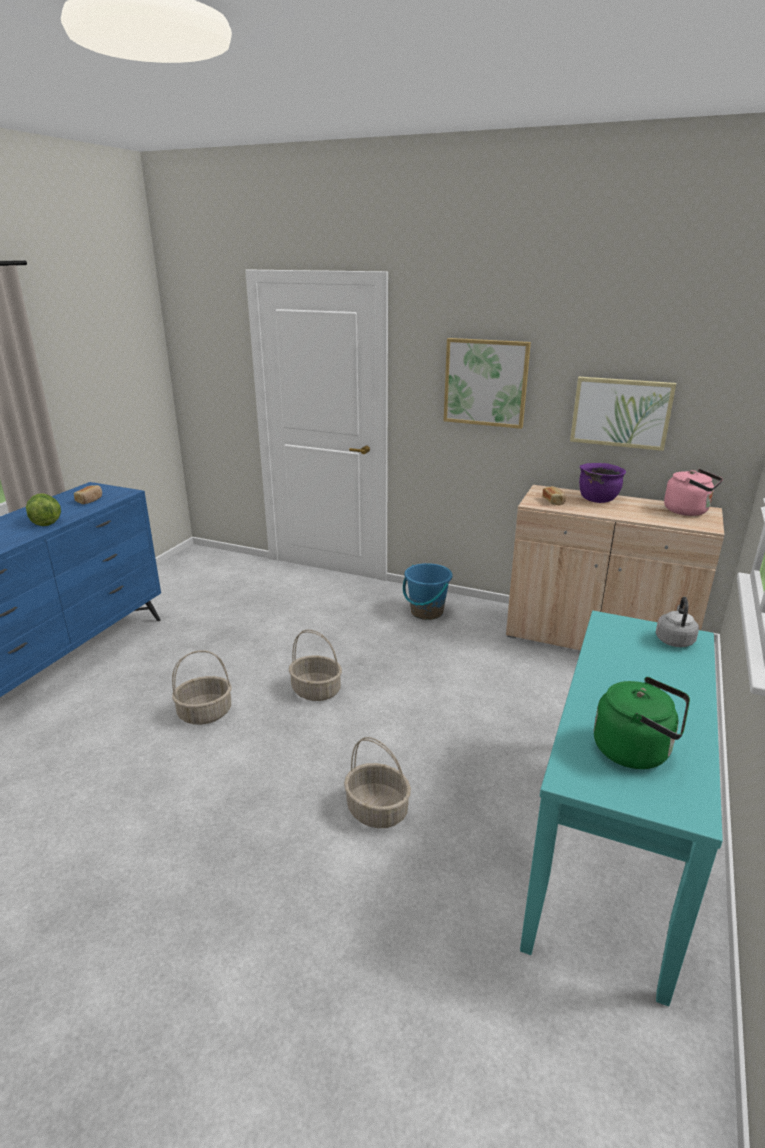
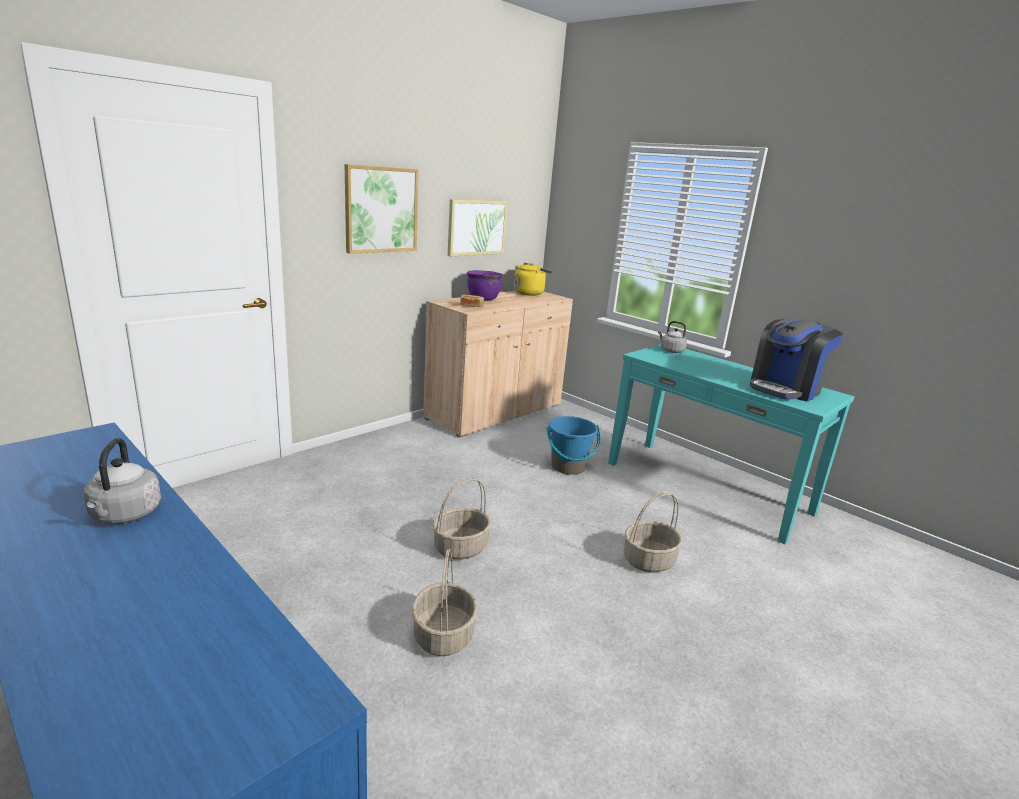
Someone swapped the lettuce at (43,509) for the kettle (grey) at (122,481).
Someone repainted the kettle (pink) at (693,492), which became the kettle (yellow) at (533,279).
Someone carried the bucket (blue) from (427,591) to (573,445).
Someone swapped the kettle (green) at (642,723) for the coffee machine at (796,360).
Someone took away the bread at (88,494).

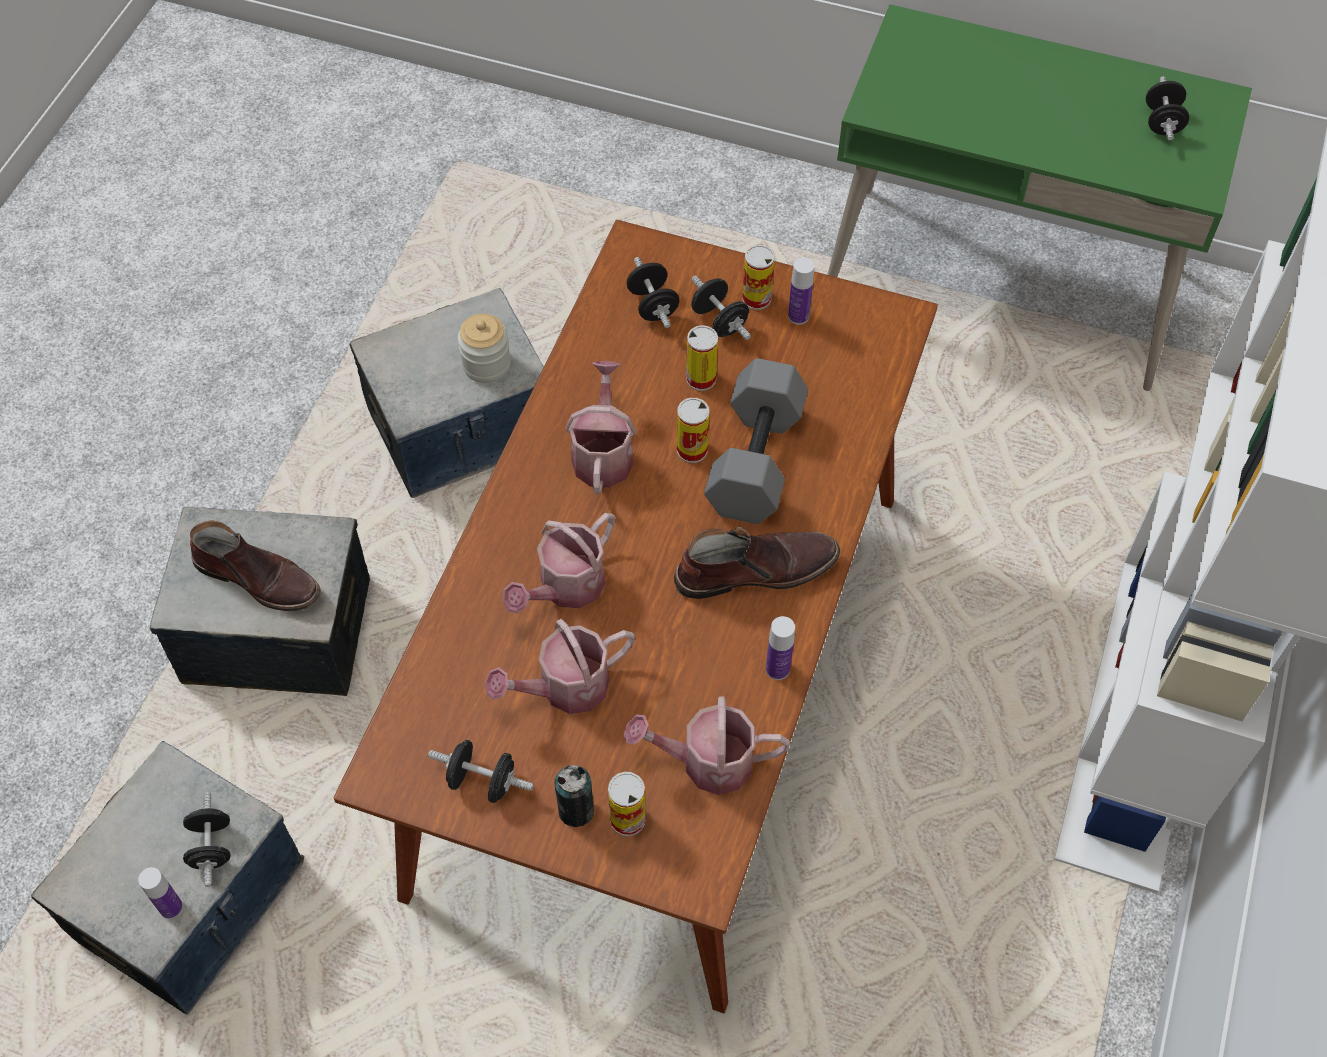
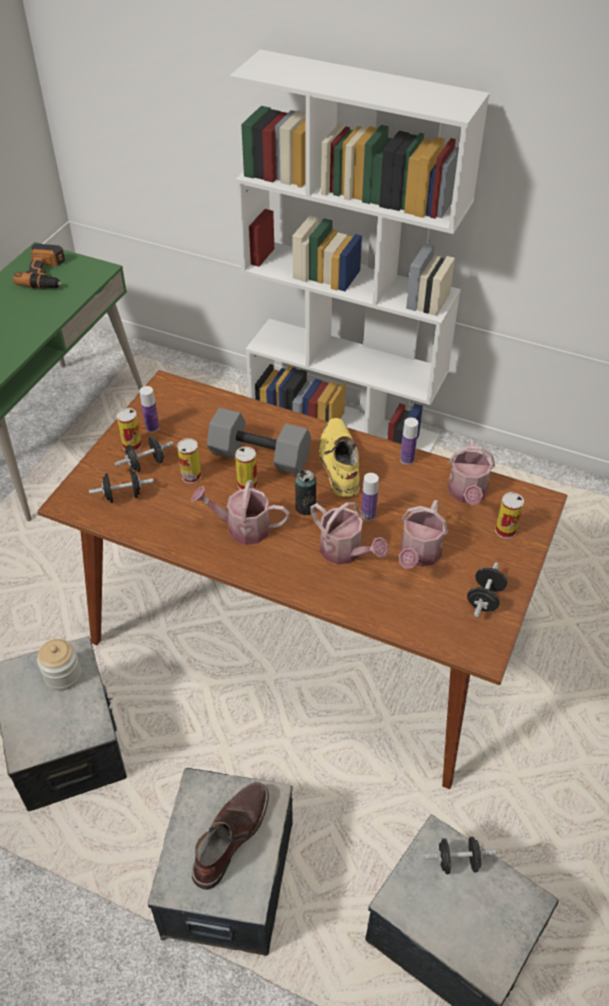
Someone swapped the dumbbell (black) at (1167,108) for the power drill at (39,266).
Someone carried the can from (574,796) to (305,492).
Someone repainted the boot (brown) at (757,563), which became the boot (yellow) at (339,457).
Someone carried the bottle from (160,893) to (370,497).
Someone rotated the watering can at (560,666) by 45 degrees clockwise.

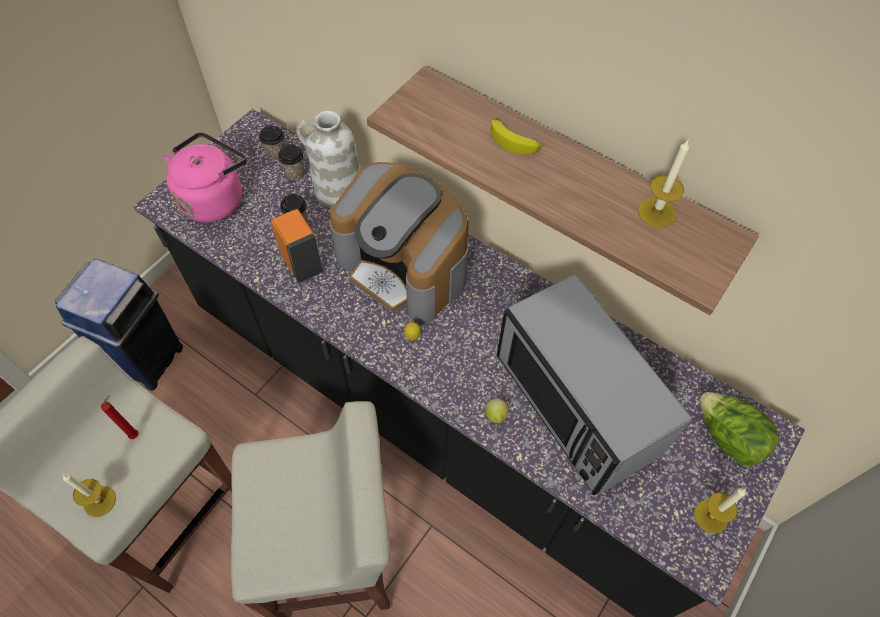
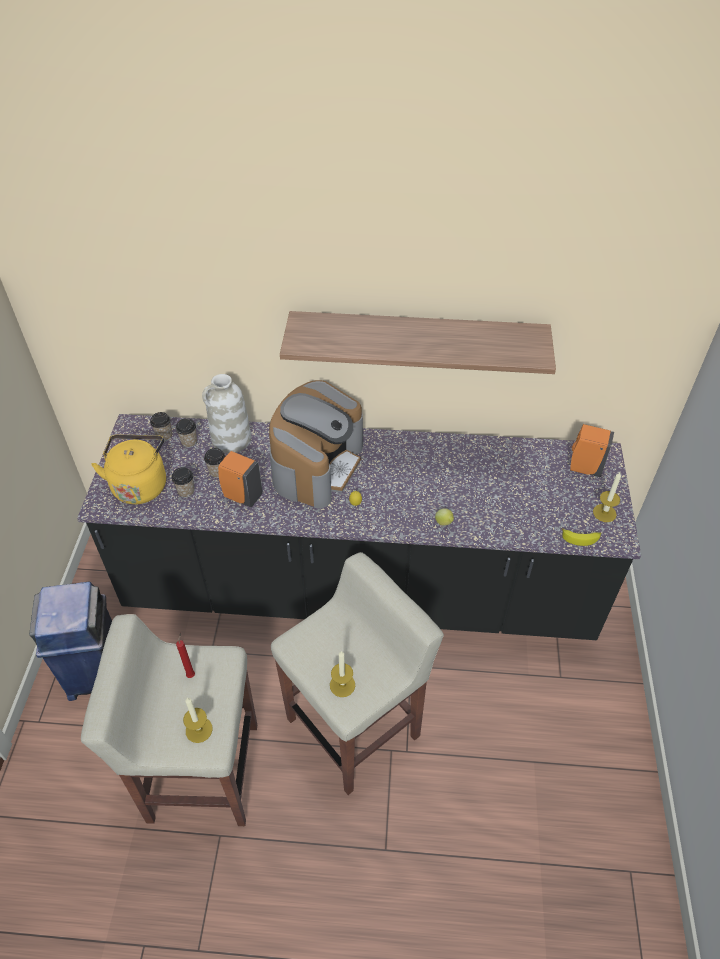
Someone repainted the kettle (pink) at (205,177), which became the kettle (yellow) at (128,469).
Someone put down the cup at (182,482).
Someone rotated the coffee machine at (399,243) by 75 degrees counterclockwise.
Someone carried the candle from (663,184) to (342,674).
Someone carried the banana from (516,136) to (581,537).
Someone swapped the lettuce at (739,429) for the soap dispenser (orange) at (592,450).
Someone took away the microwave at (594,384).

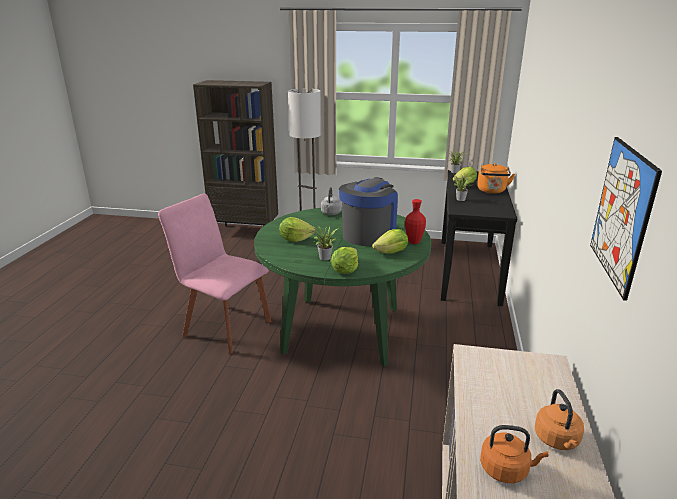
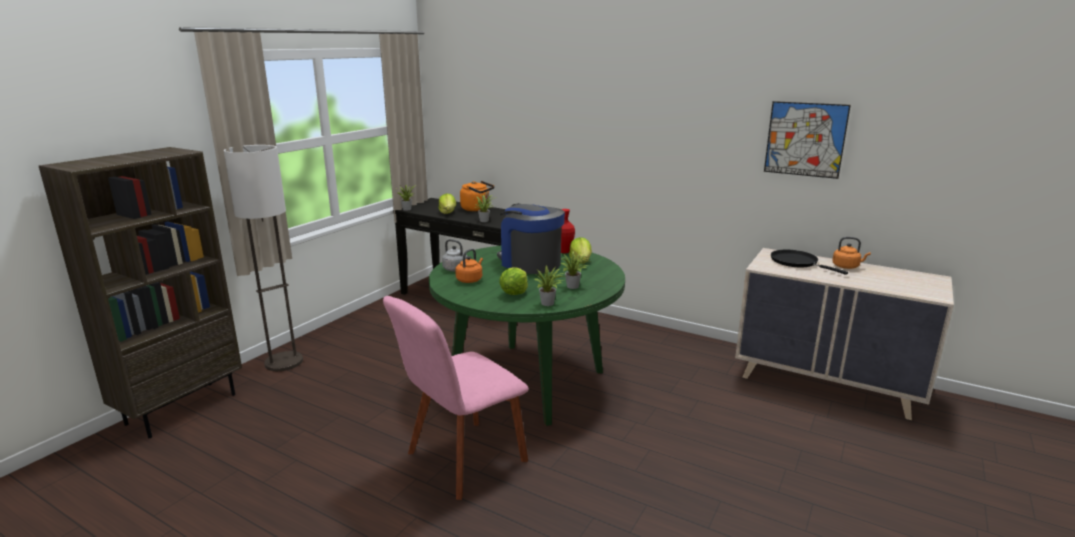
Someone carried the kettle (orange) from (514,454) to (469,266).
Someone put down the potted plant at (549,285).
Someone put down the frying pan (black) at (809,262).
Someone took away the lettuce at (344,260).

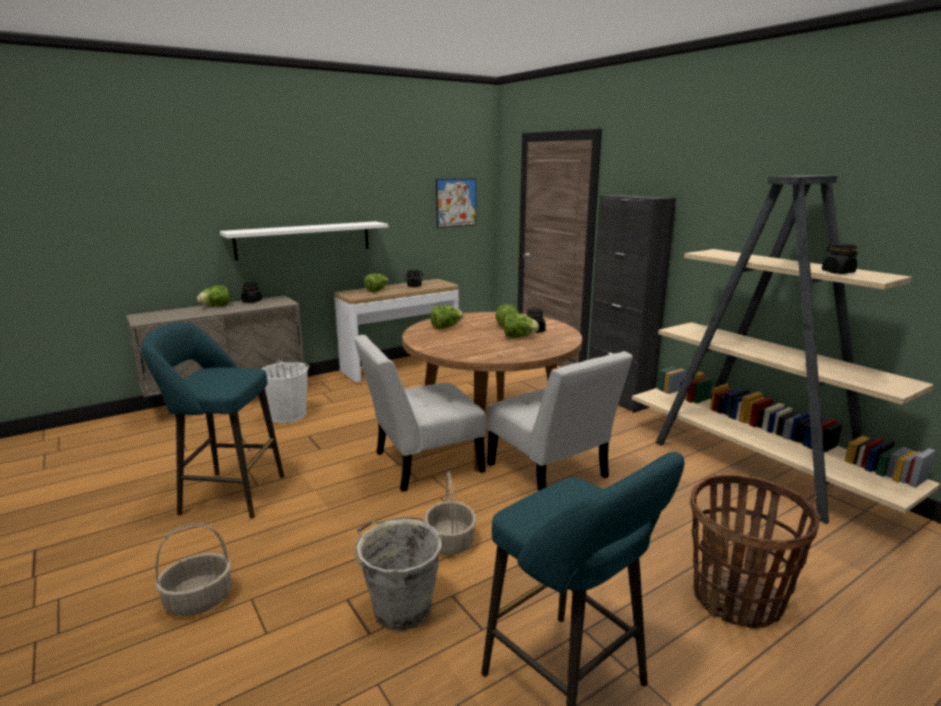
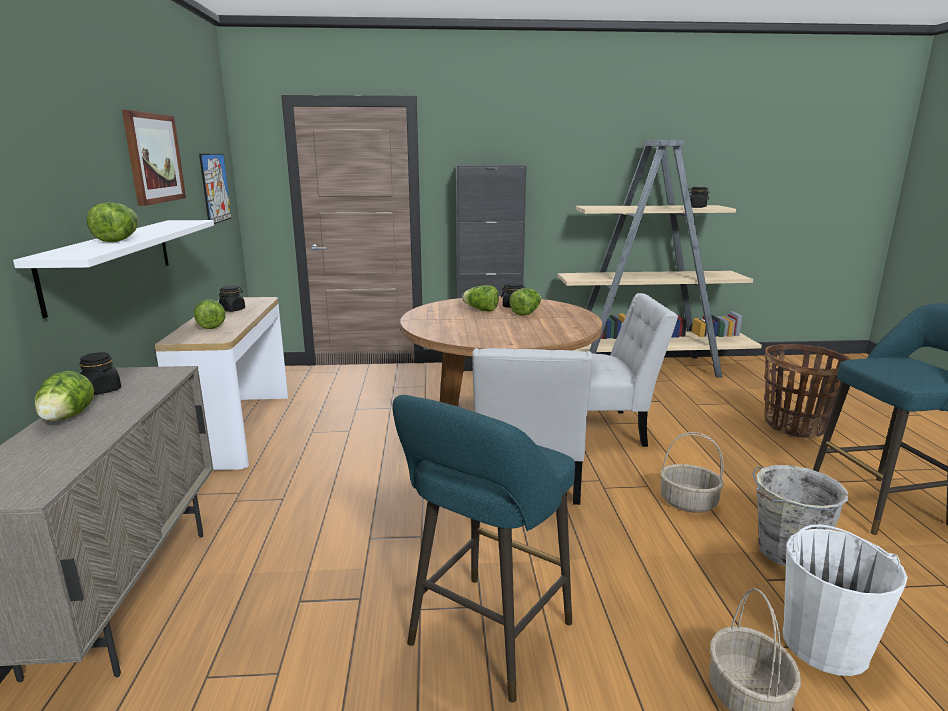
Someone carried the lettuce from (446,317) to (112,222).
Someone put up the picture at (154,158).
Someone carried the bucket (white) from (285,392) to (845,600).

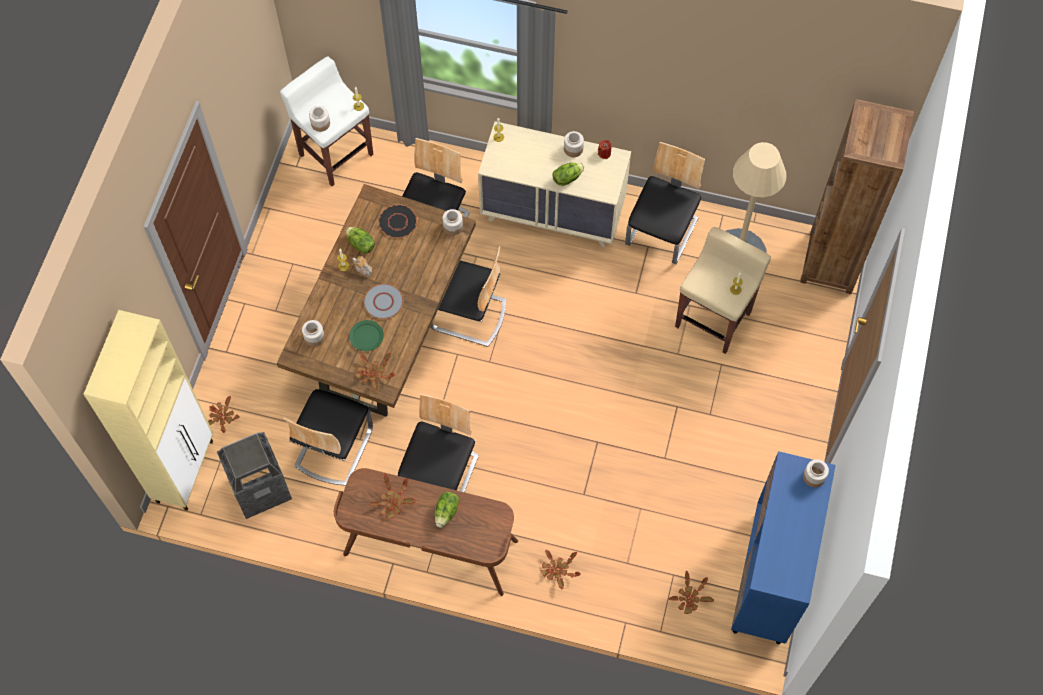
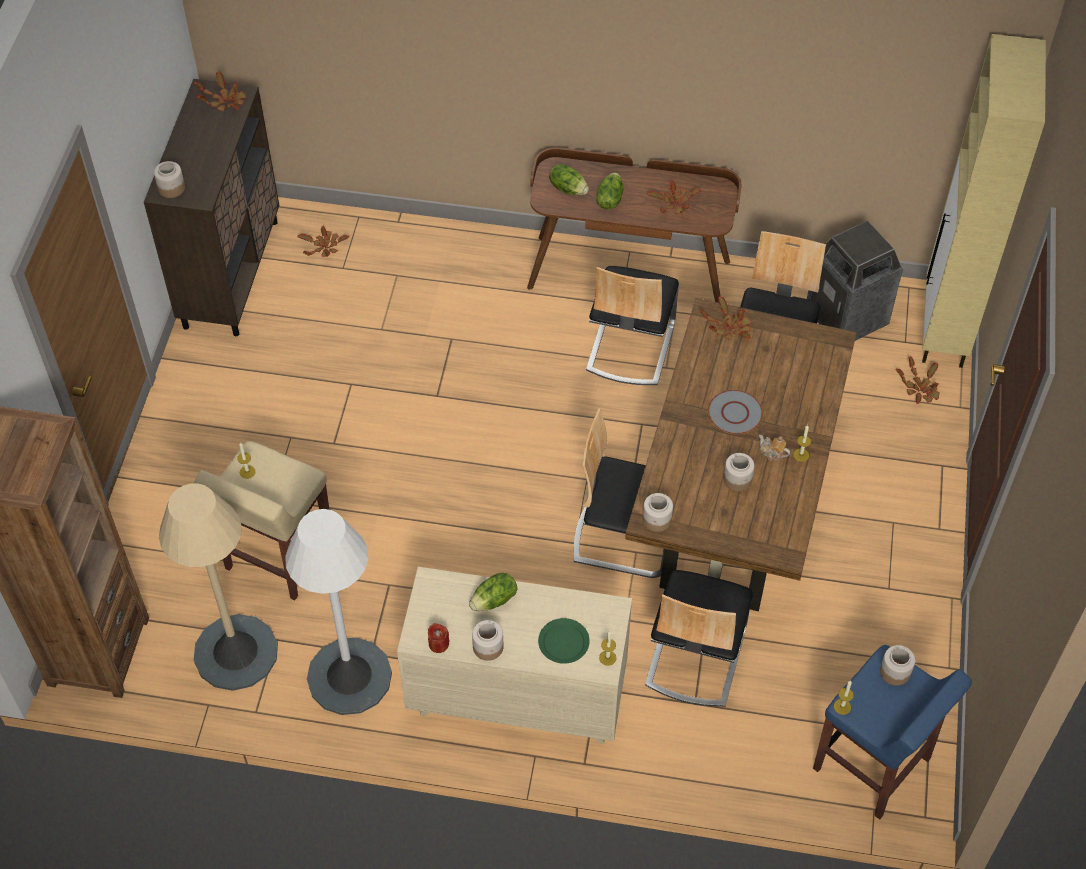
Someone repainted the cabinet (blue) at (783,547), which became the cabinet (brown) at (211,207).
Someone carried the potted plant from (560,570) to (220,91).
Someone swapped the chair at (665,203) for the floor lamp (white) at (338,612).
Someone carried the plate (green) from (366,335) to (564,641).
Someone carried the lettuce from (360,240) to (569,179).
Someone carried the jar from (313,333) to (738,472).
Someone repainted the stool (white) at (326,121), which became the stool (blue) at (892,732).
Someone took away the plate (black) at (397,221).

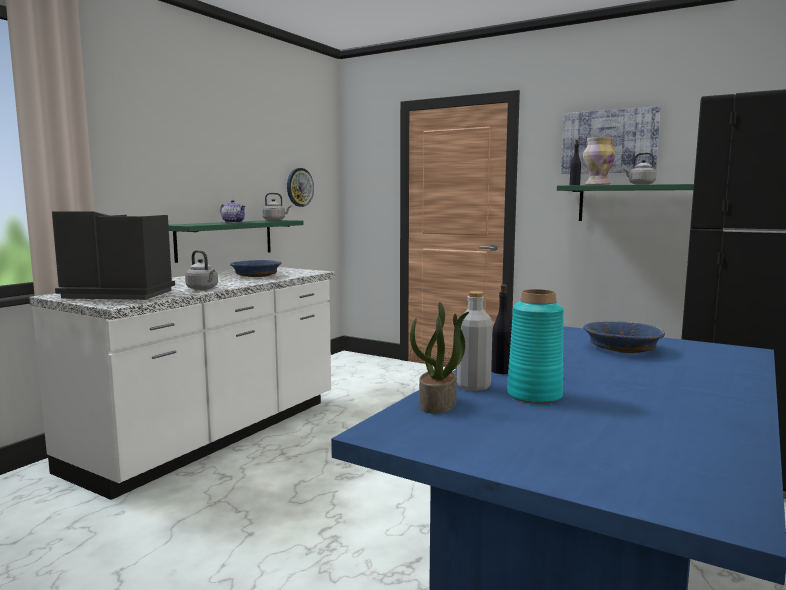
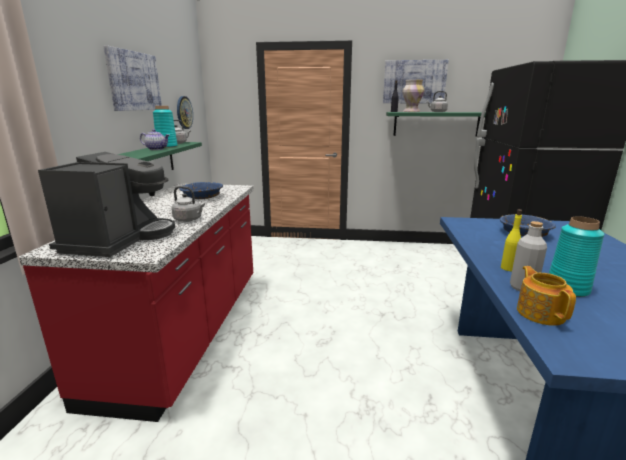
Someone repainted the counter (white) at (182,383), which became the counter (red) at (136,303).
Someone rotated the coffee machine at (113,255) by 120 degrees clockwise.
Someone put up the picture at (132,78).
Someone put down the vase (turquoise) at (165,127).
Someone repainted the bottle (black) at (501,329), which became the bottle (yellow) at (511,240).
Someone swapped the potted plant at (439,358) for the teapot at (546,296).

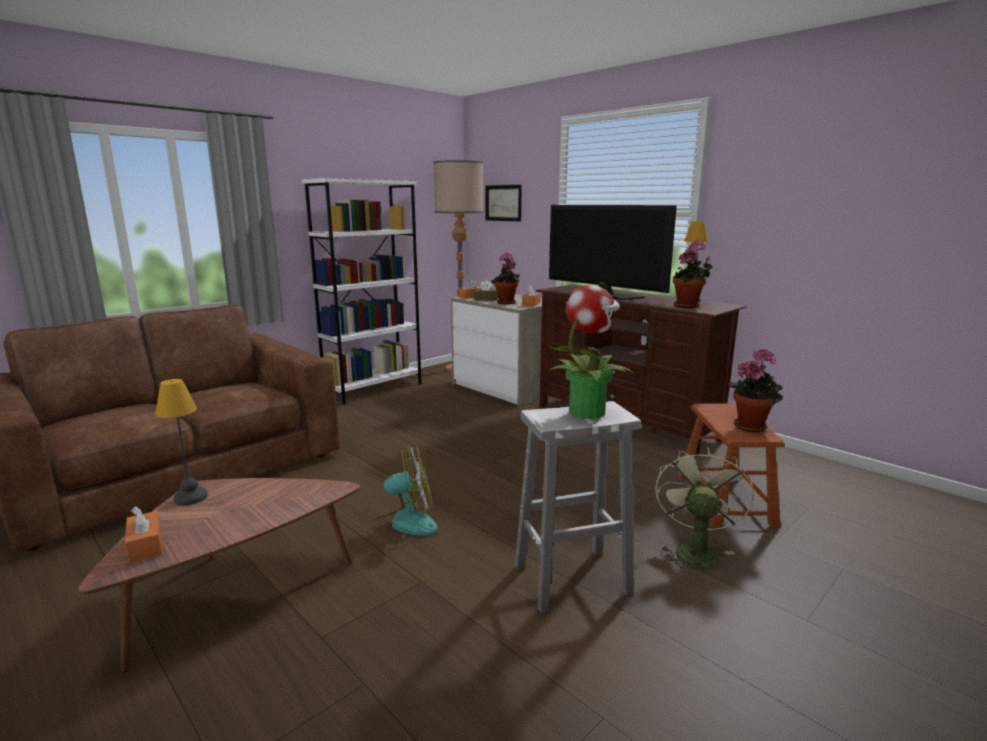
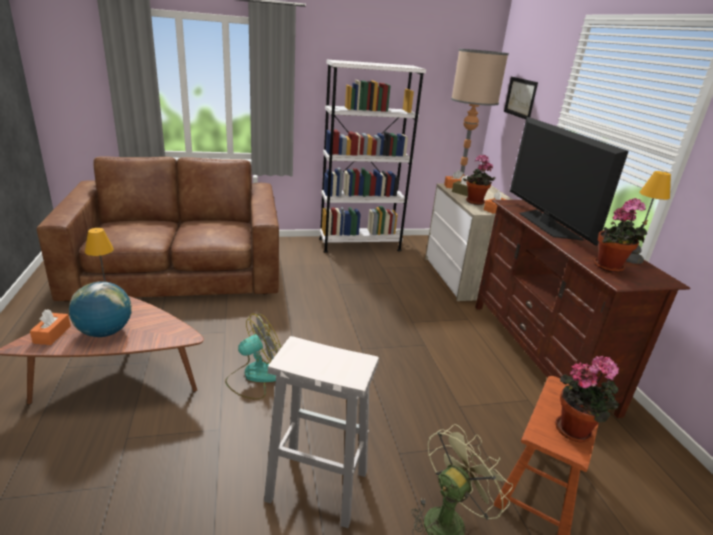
Someone put down the globe at (100,309).
Someone rotated the fan at (402,497) by 60 degrees counterclockwise.
Someone took away the potted plant at (591,352).

